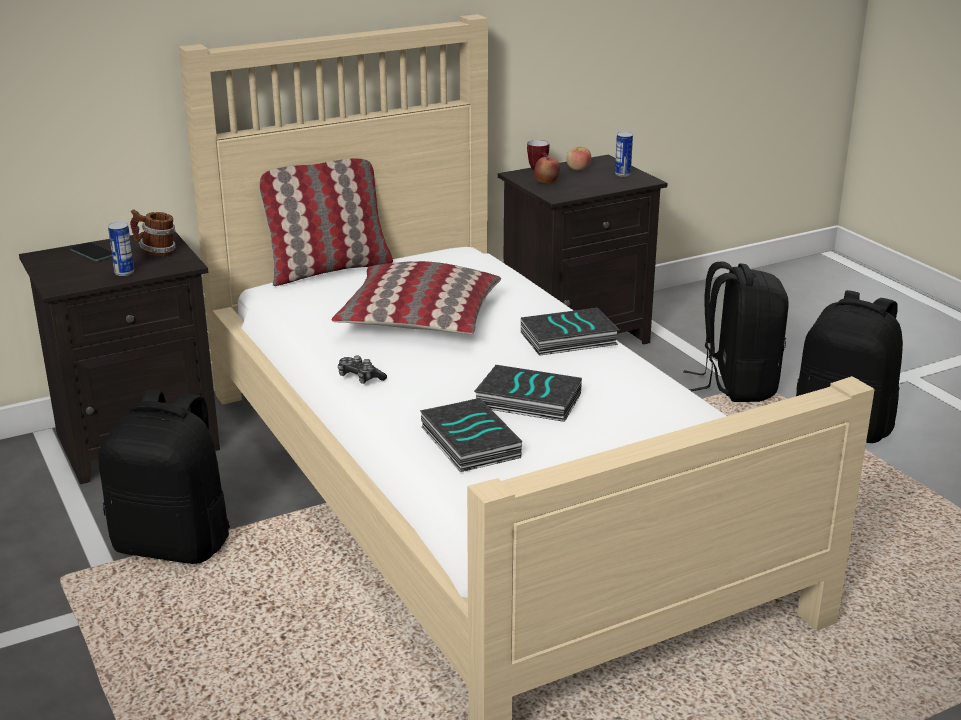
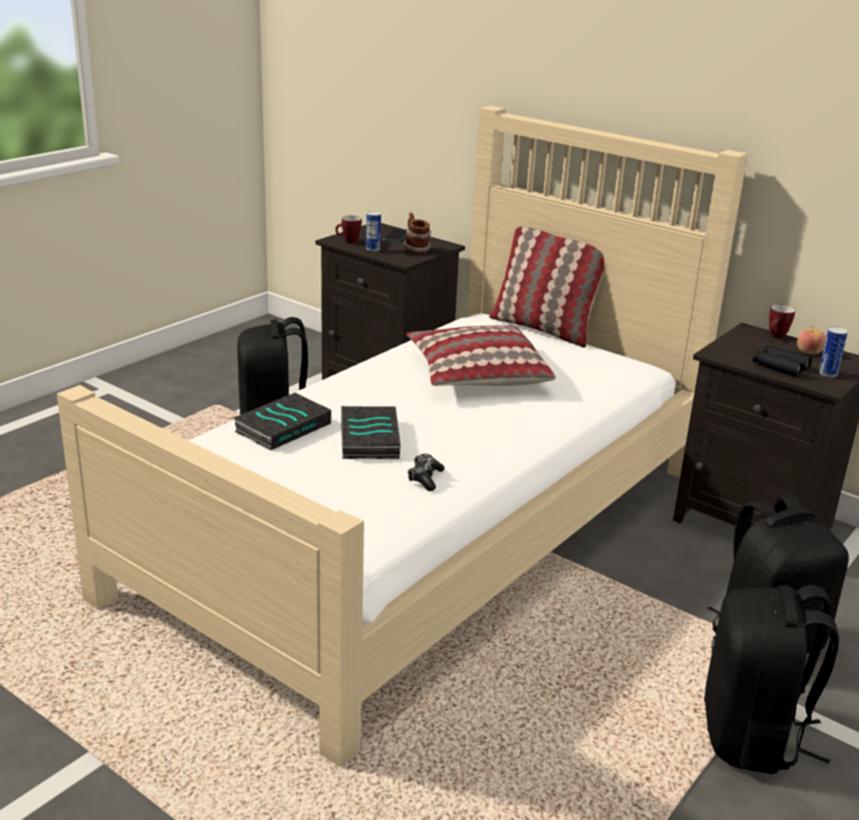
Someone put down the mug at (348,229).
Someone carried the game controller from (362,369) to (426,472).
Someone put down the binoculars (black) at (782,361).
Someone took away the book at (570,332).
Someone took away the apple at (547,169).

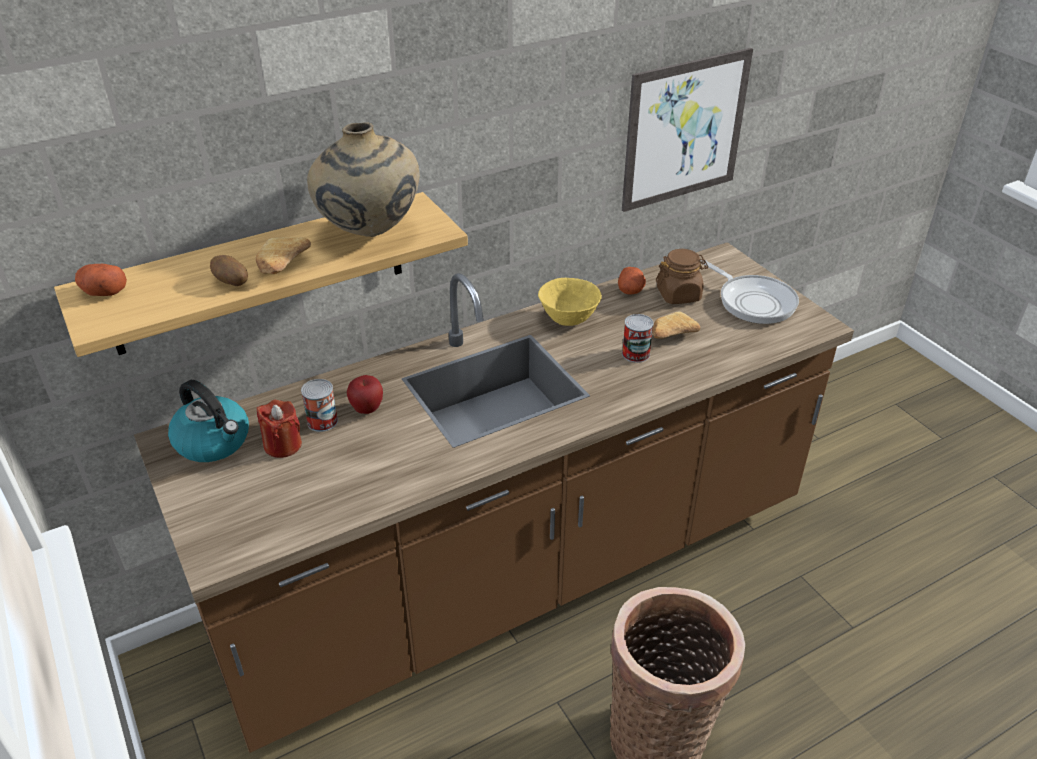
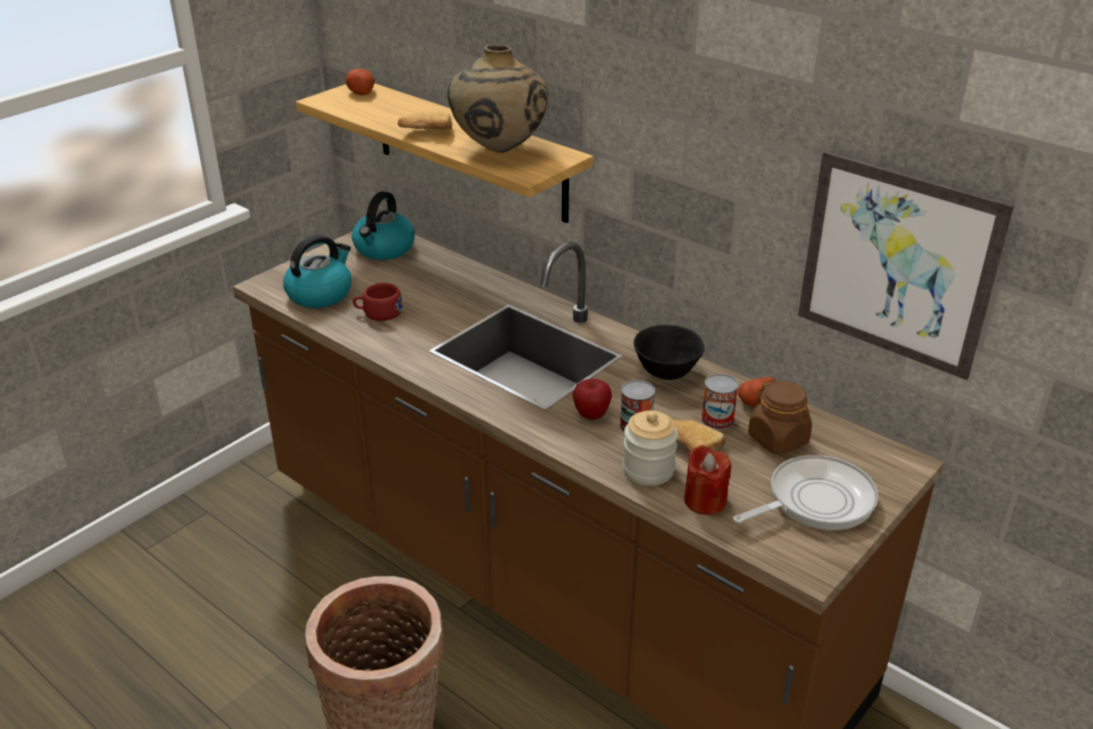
Someone put down the kettle at (317,271).
Someone put down the cup (red) at (378,302).
Someone carried the apple from (365,394) to (592,399).
Someone put down the jar at (650,448).
Someone repainted the bowl (yellow) at (570,302), which became the bowl (black) at (668,352).
Someone carried the candle (red) from (279,429) to (707,480).
Someone carried the can from (319,405) to (719,402).
Someone rotated the frying pan at (750,292) by 150 degrees counterclockwise.
Someone took away the potato at (229,270).

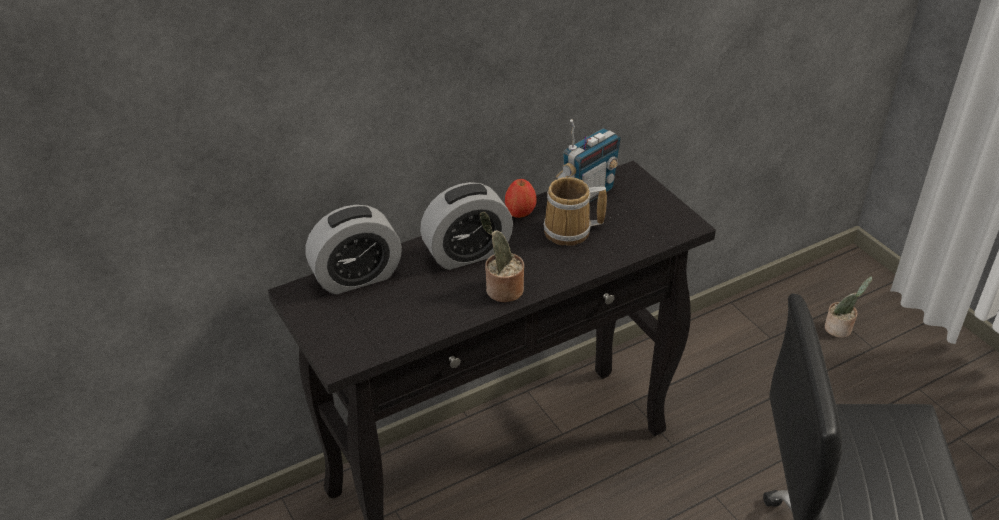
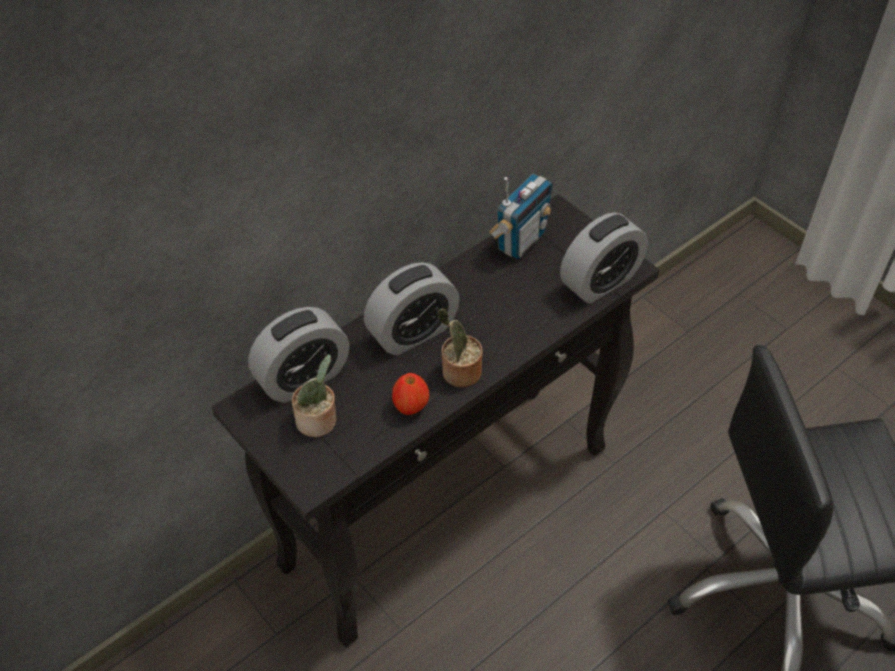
Someone carried the potted plant from (848,307) to (314,395).
Someone carried the apple from (521,198) to (410,394).
Someone put down the alarm clock at (604,258).
Someone took away the mug at (575,211).

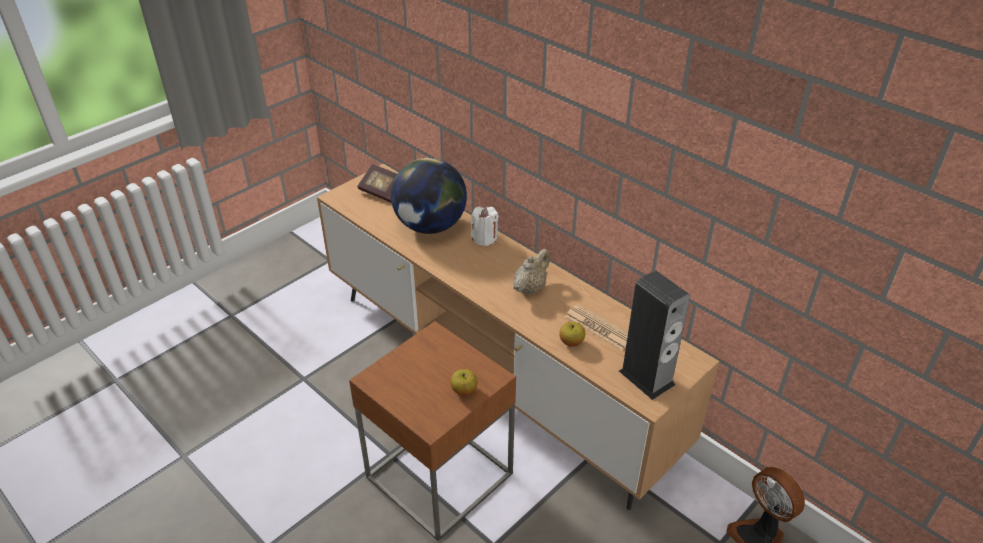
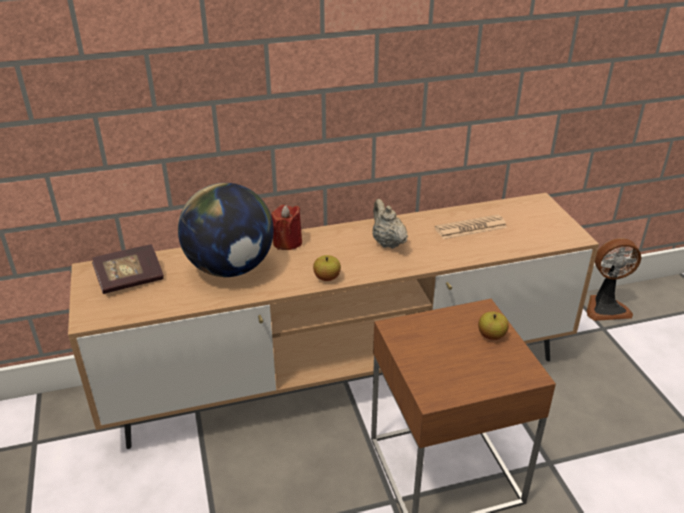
Someone repainted the candle (white) at (485,226), which became the candle (red) at (287,227).
Someone carried the apple from (572,334) to (327,268).
Someone took away the speaker at (654,335).

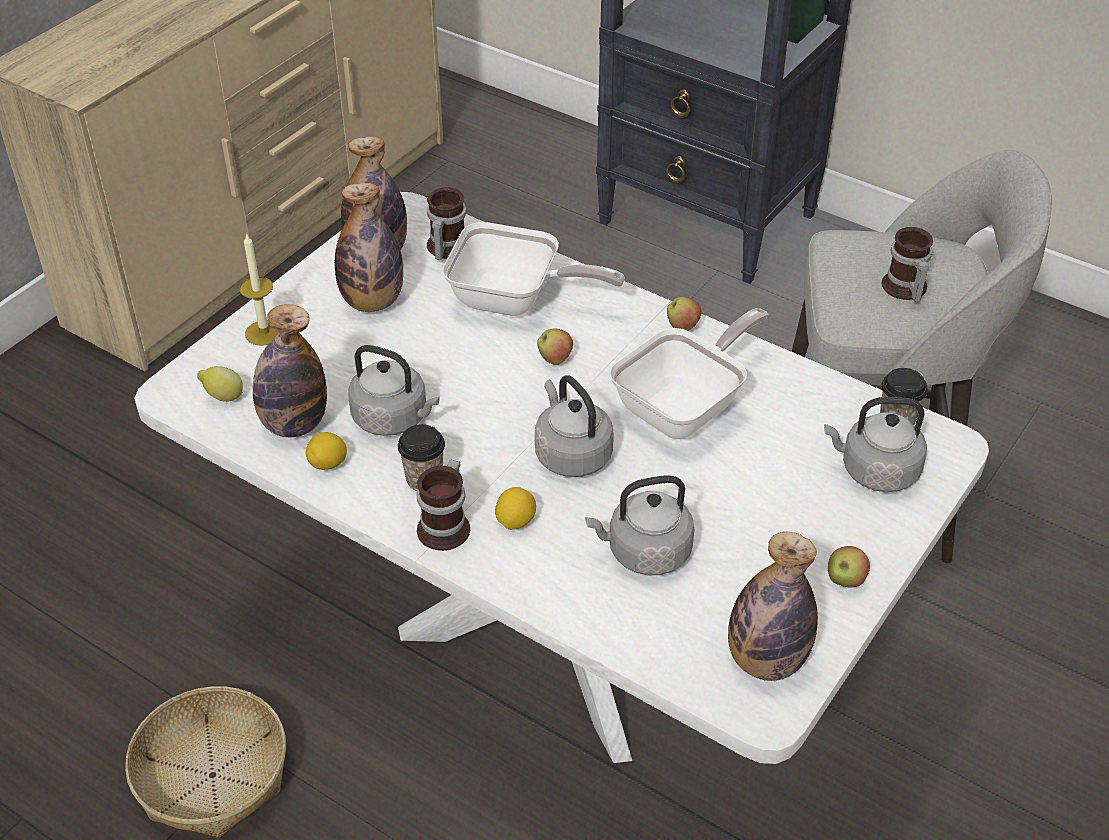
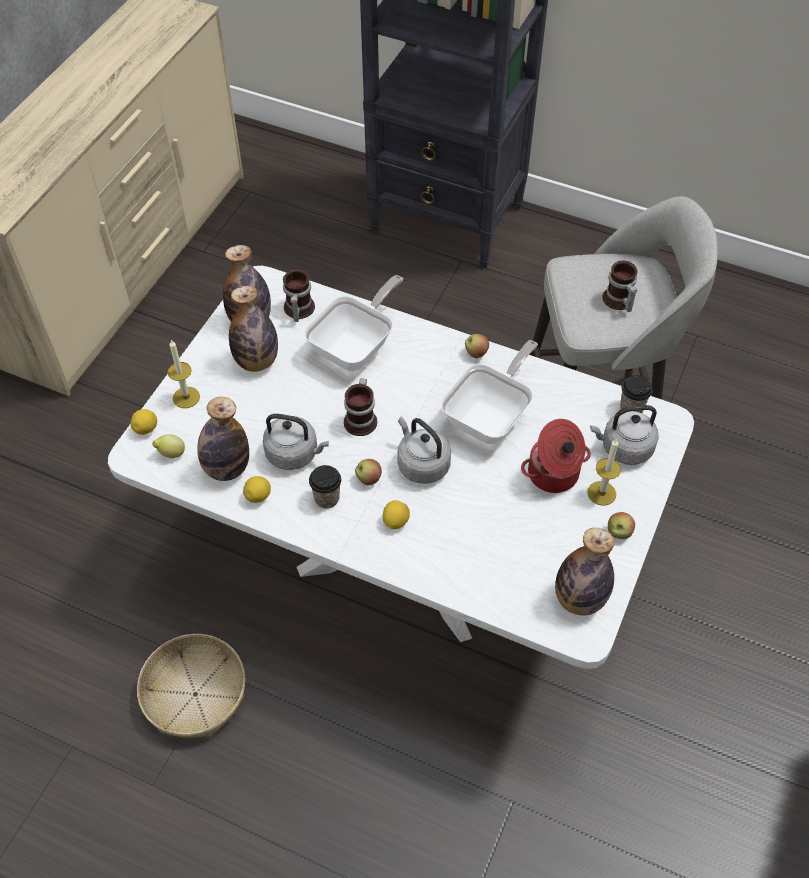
Someone put down the lemon at (144,422).
Someone rotated the frying pan at (533,269) by 60 degrees counterclockwise.
Someone carried the mug from (443,505) to (360,407).
Someone carried the apple from (555,347) to (368,472).
Someone put down the cooking pot at (556,456).
Someone put down the candle at (604,472).
Someone took away the kettle (grey) at (639,525).

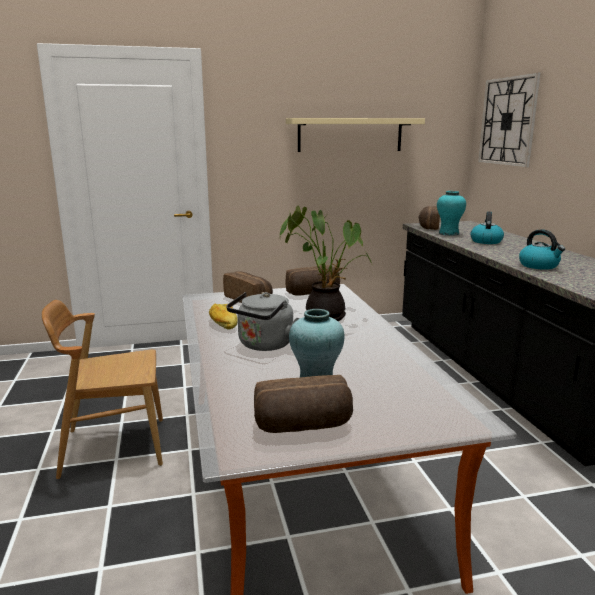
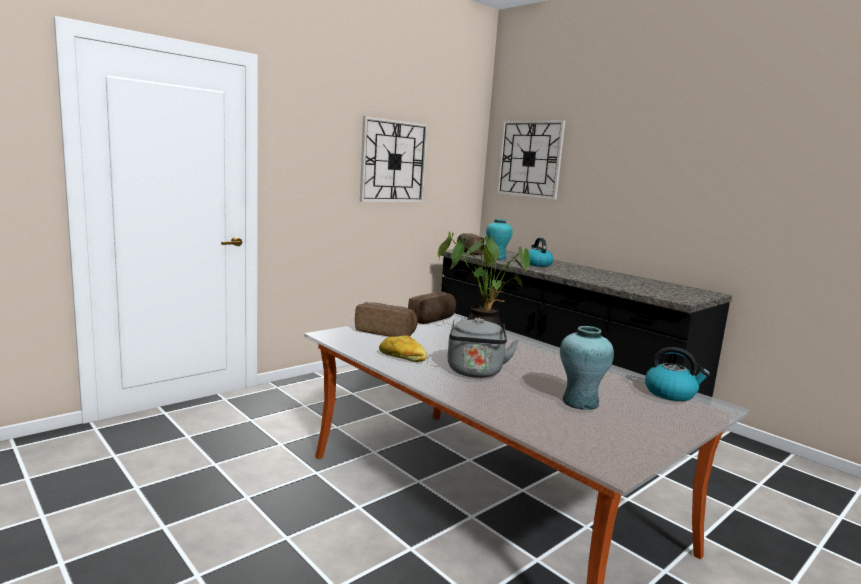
Someone swapped the shelf (beige) at (355,135) for the wall clock at (394,159).
Someone carried the kettle from (542,249) to (677,374).
Someone took away the chair (brown) at (102,389).
Someone took away the bread at (303,404).

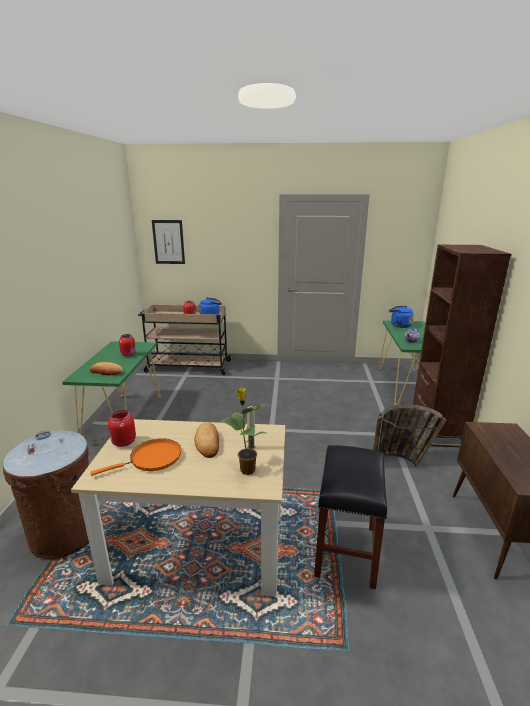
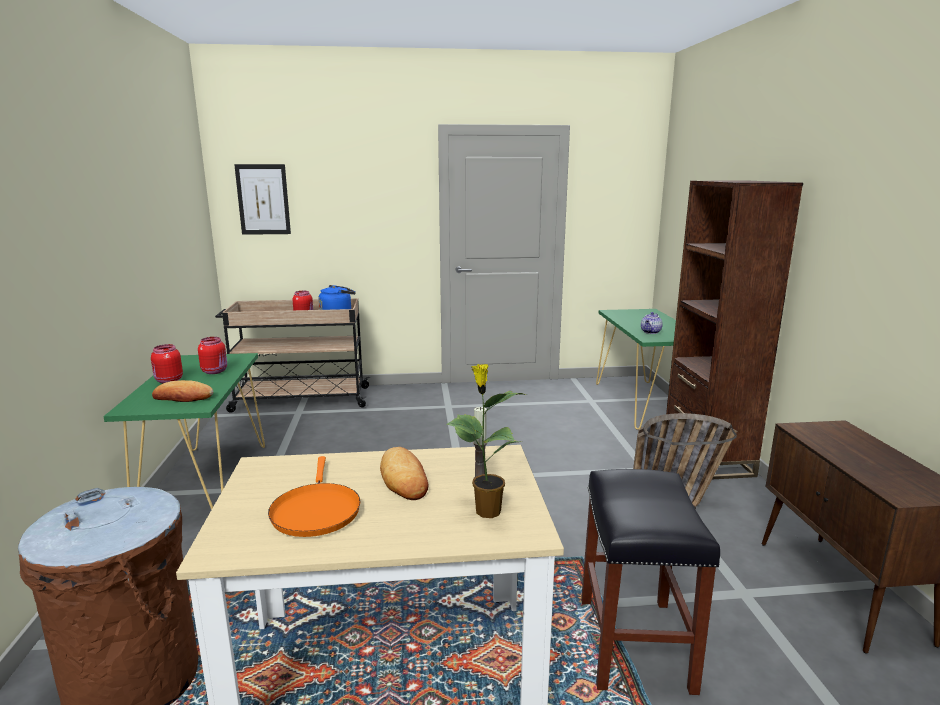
Someone carried the jar (red) from (122,428) to (167,363).
Someone rotated the frying pan (orange) at (135,457) by 120 degrees clockwise.
Someone took away the kettle (blue) at (401,317).

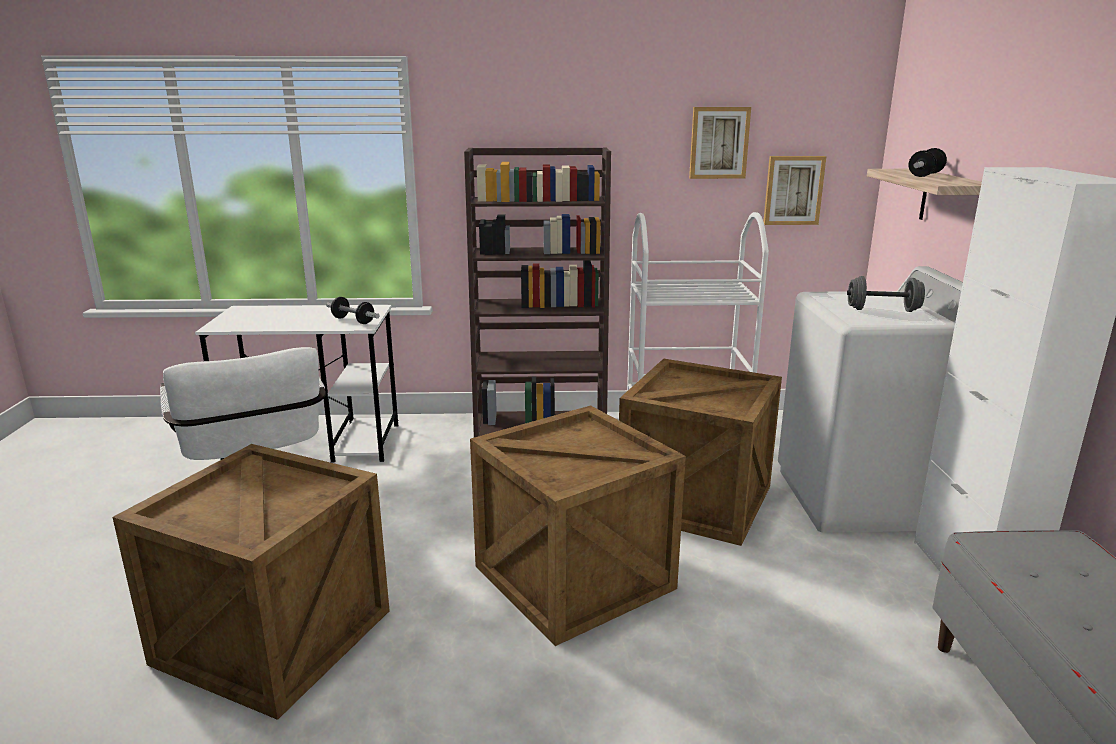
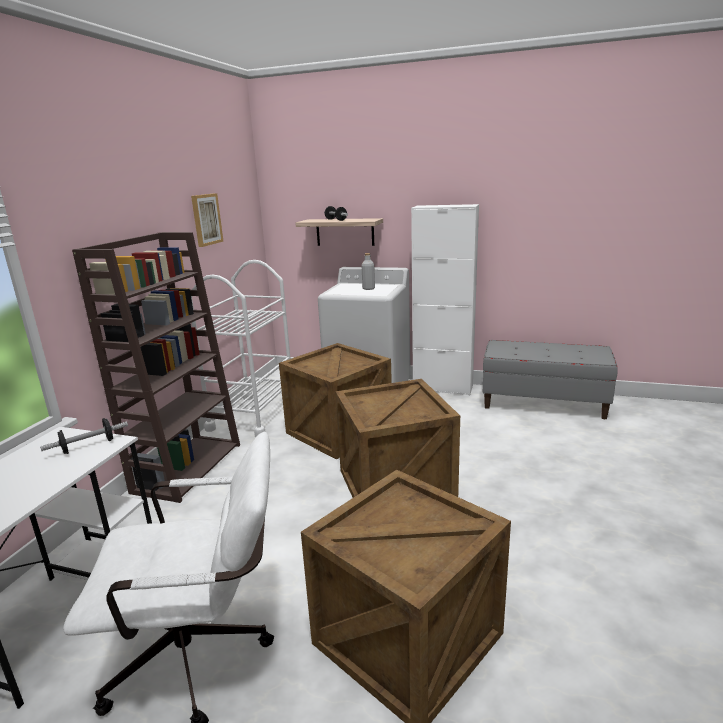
Someone swapped the dumbbell (grey) at (886,294) for the bottle (grey) at (368,271).
Someone took away the picture at (794,190).

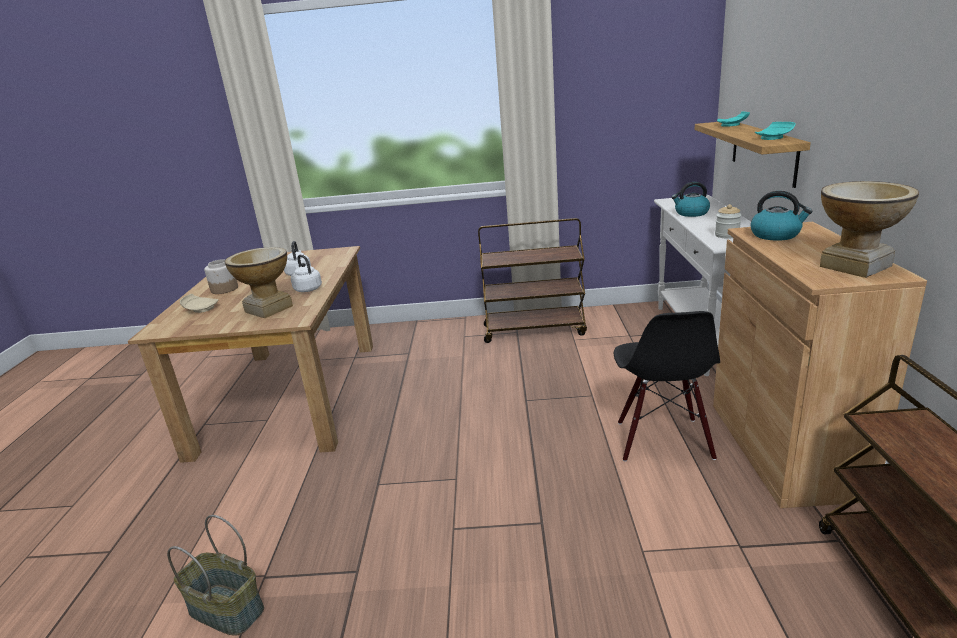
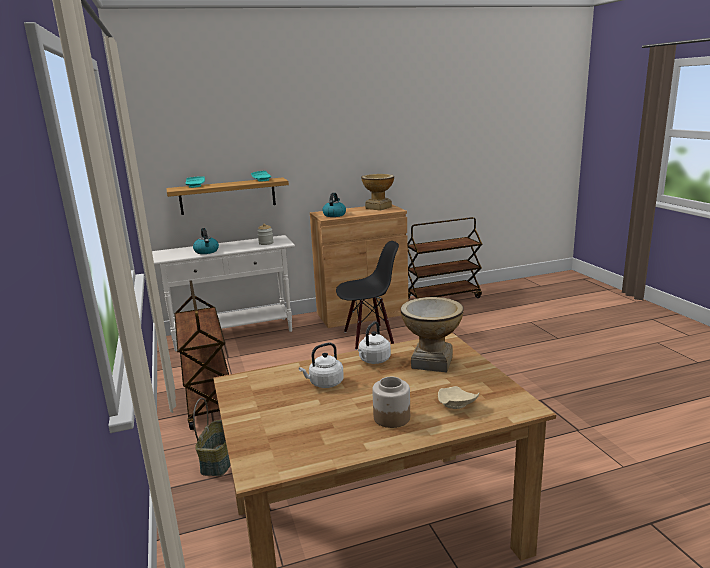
Someone carried the basket from (215,575) to (212,437).

